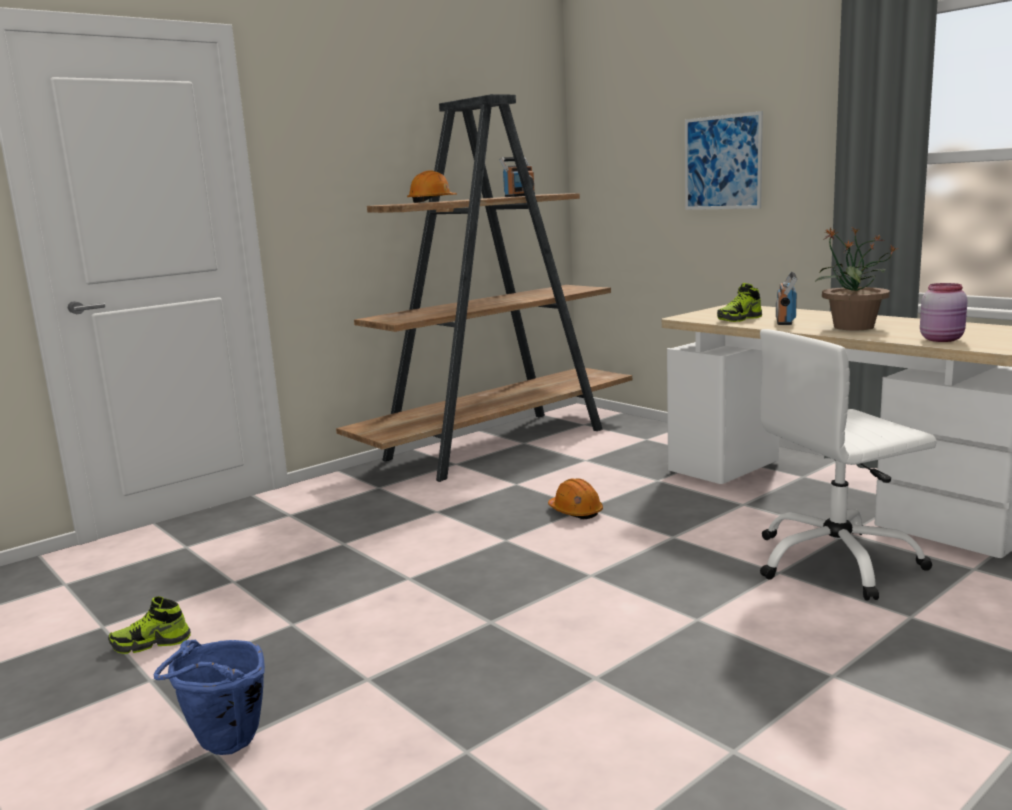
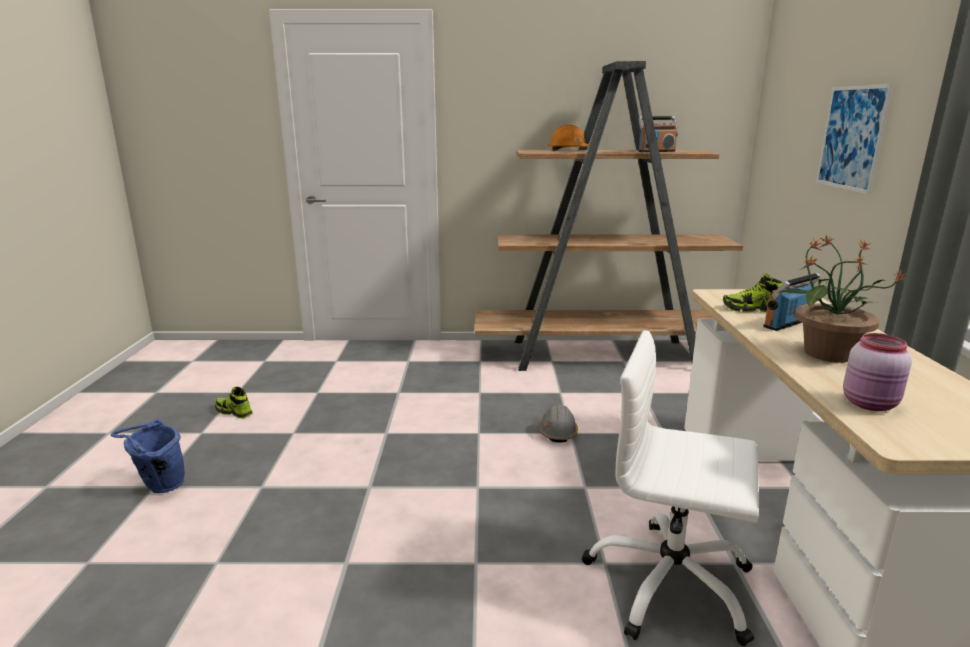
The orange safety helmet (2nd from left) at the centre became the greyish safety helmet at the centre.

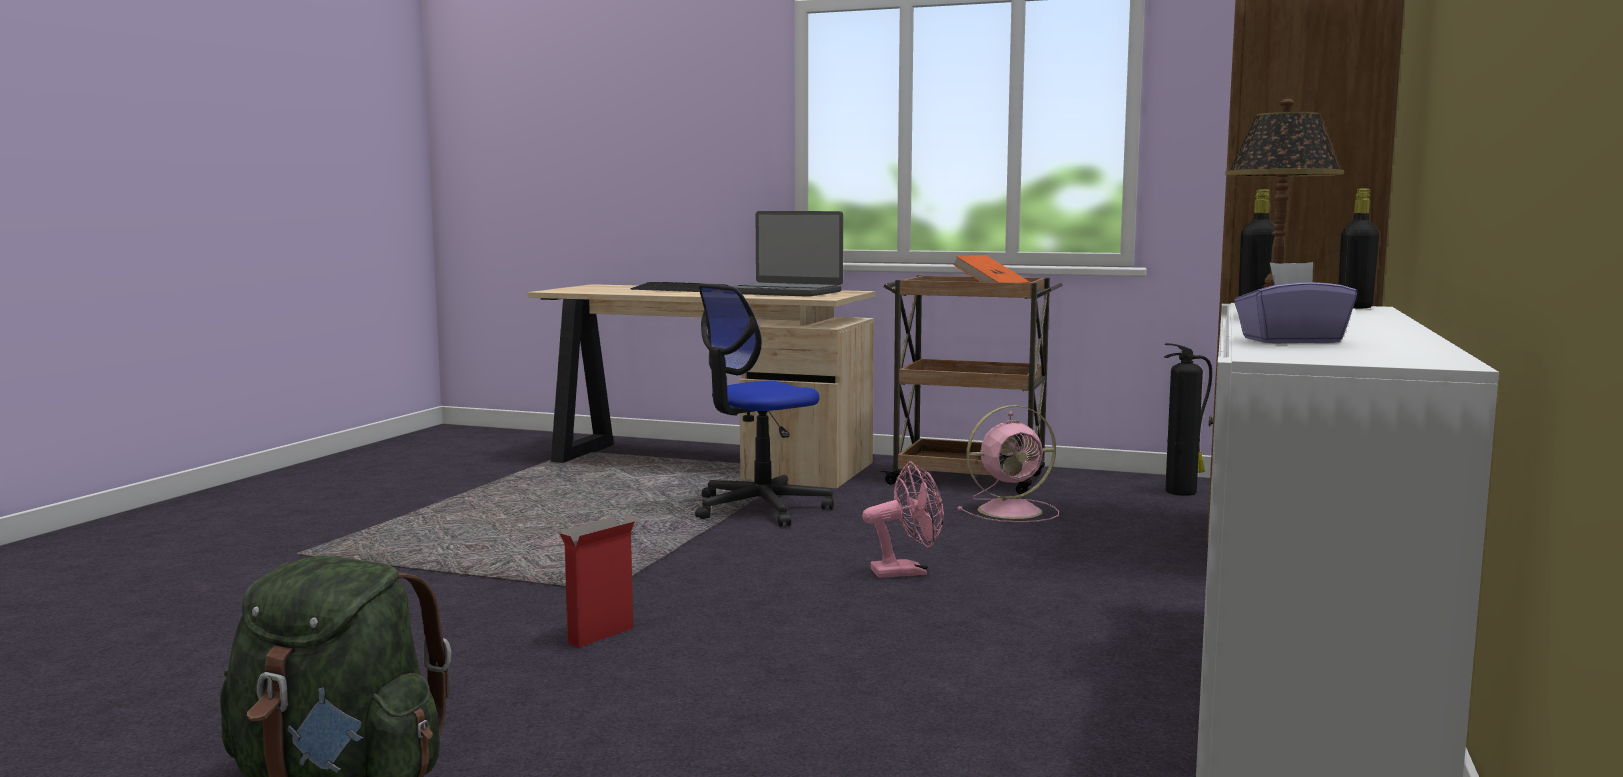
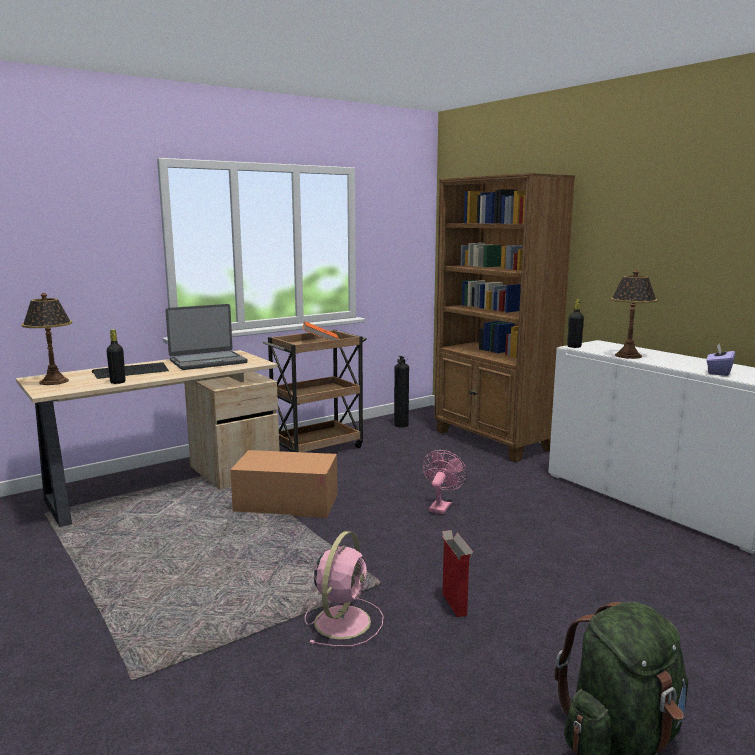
The black beverage bottle (2nd from left in the first image) moved from the top right to the middle left.
The computer chair at the centre was replaced by the cardboard box (1st from left) at the centre.
The pink cooling fan (2nd from left in the first image) moved from the centre to the bottom centre.
The tabletop lamp (1st from left) at the middle left appeared.

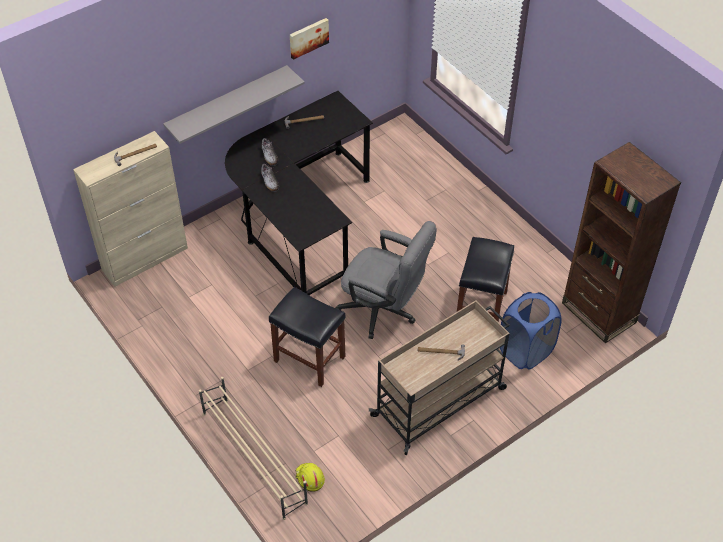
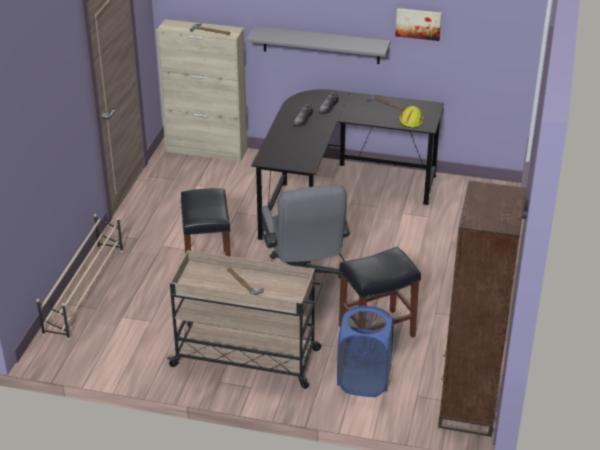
The yellow-coloured safety helmet moved from the bottom centre to the top right.

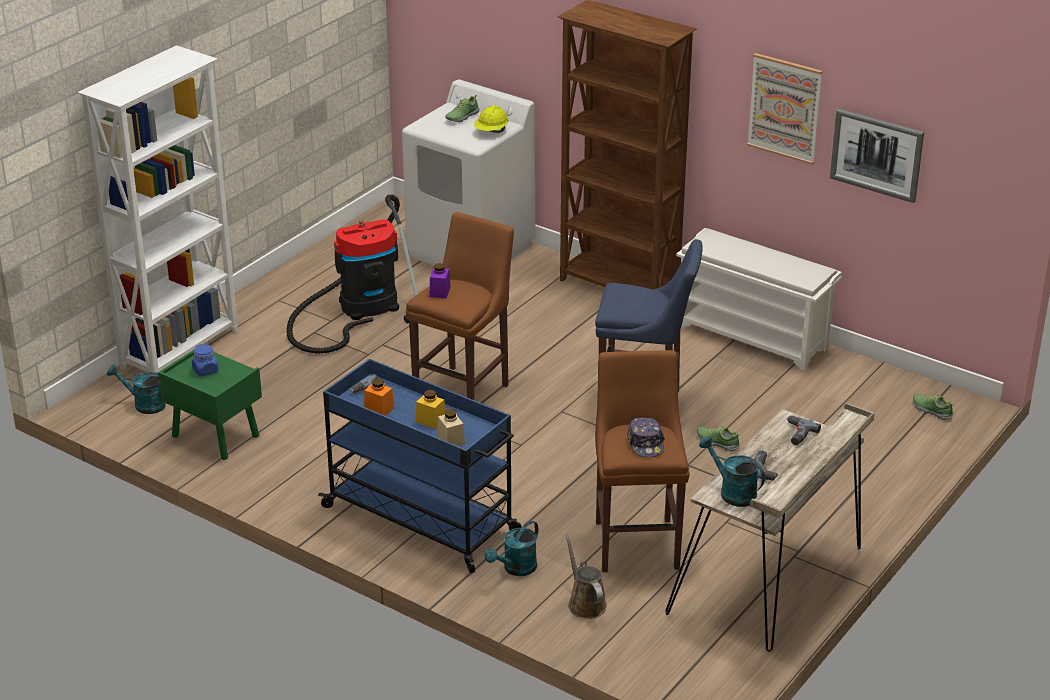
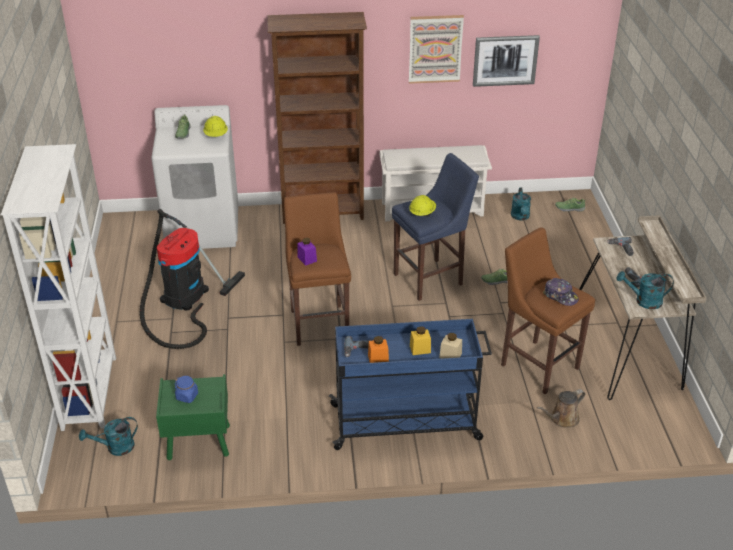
The turquoise watering pot (2nd from left) moved from the bottom centre to the middle right.
The brown-coloured watering pot at the bottom centre turned 60 degrees counterclockwise.
The yellow-coloured safety helmet (2nd from left) at the centre appeared.

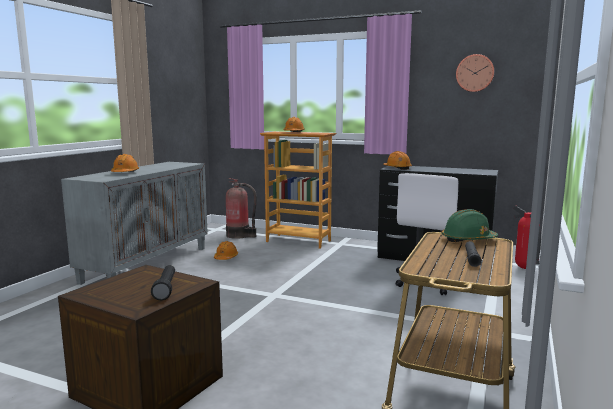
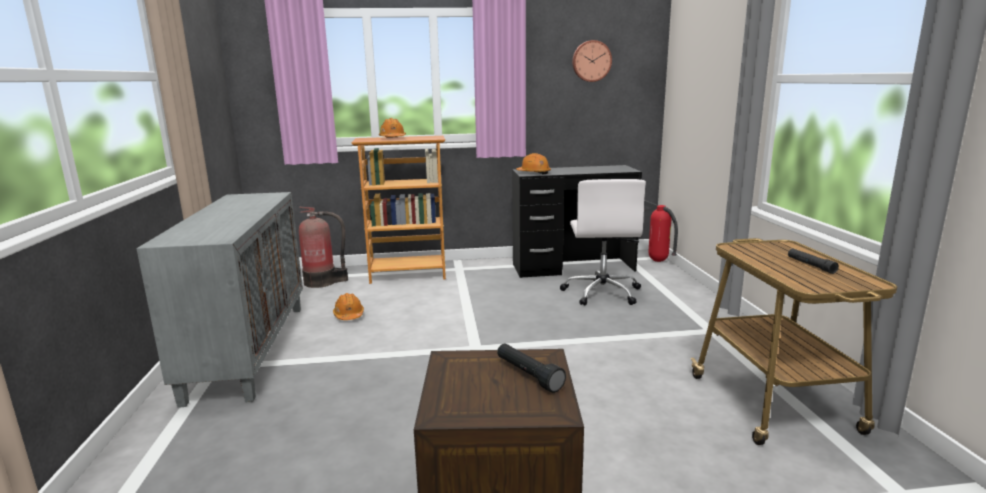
The orange safety helmet (1st from left) at the middle left disappeared.
The green safety helmet at the middle right disappeared.

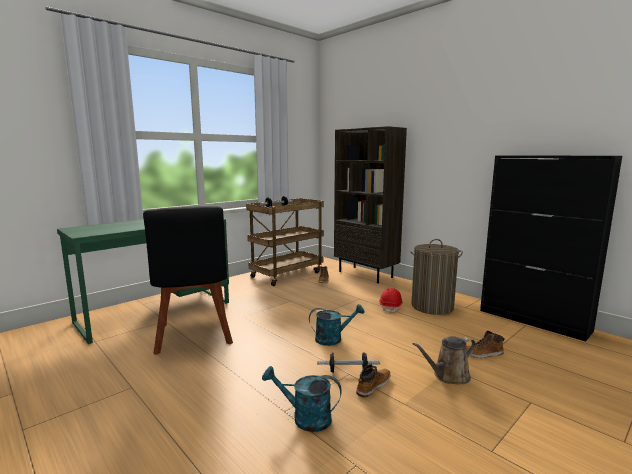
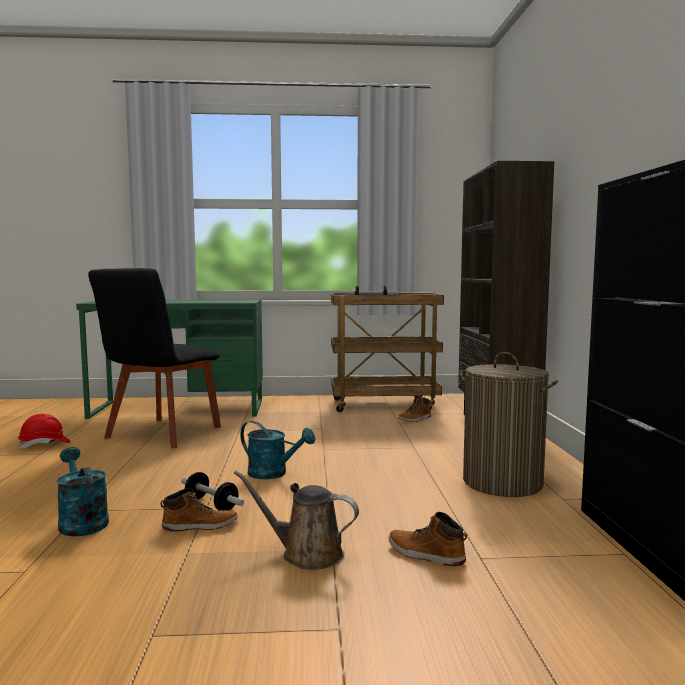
The reddish safety helmet moved from the centre to the middle left.

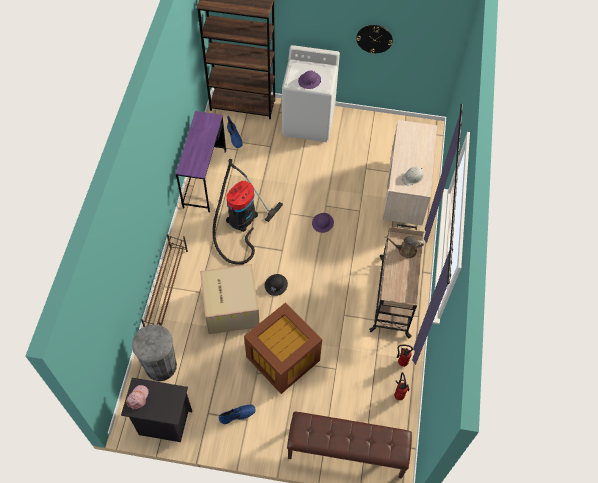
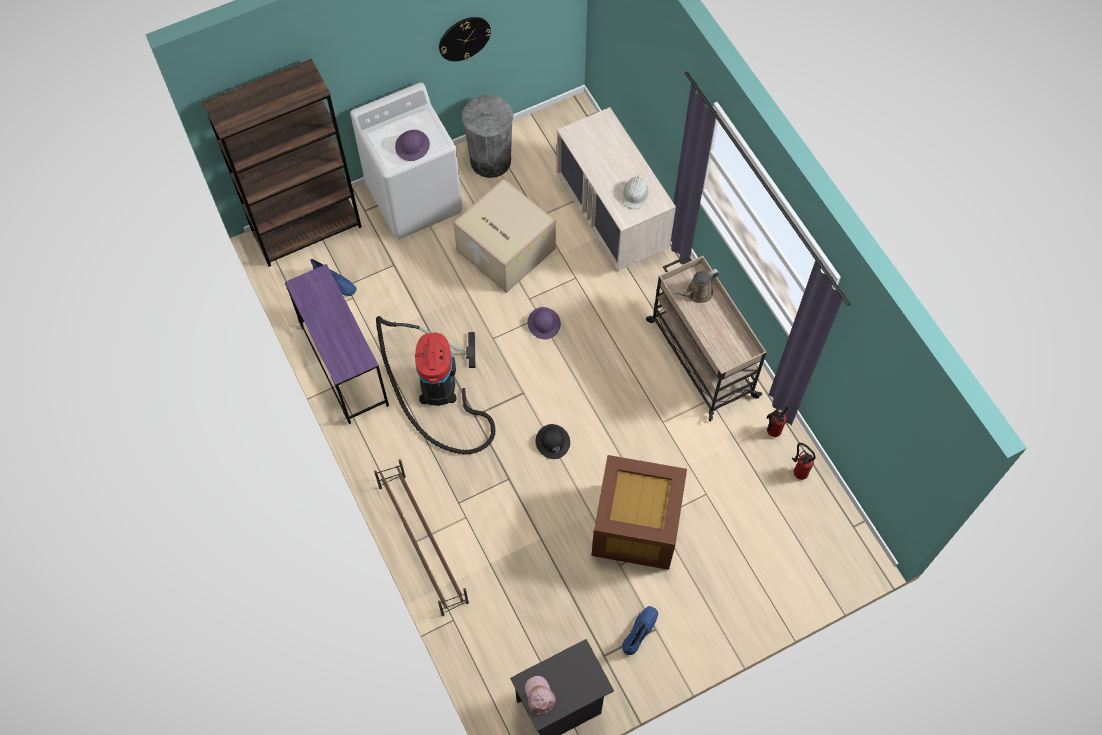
The cardboard box moved from the centre to the top centre.
The greyish rubbish bin moved from the bottom left to the top centre.
The brown-coloured bench at the bottom centre disappeared.

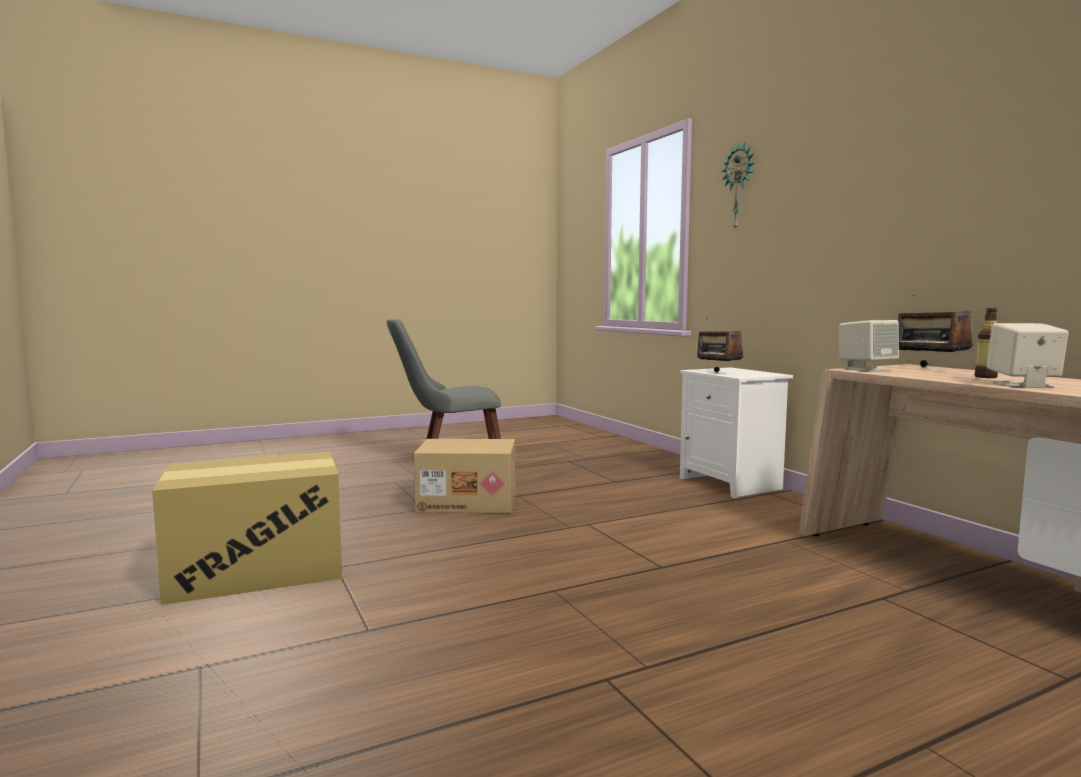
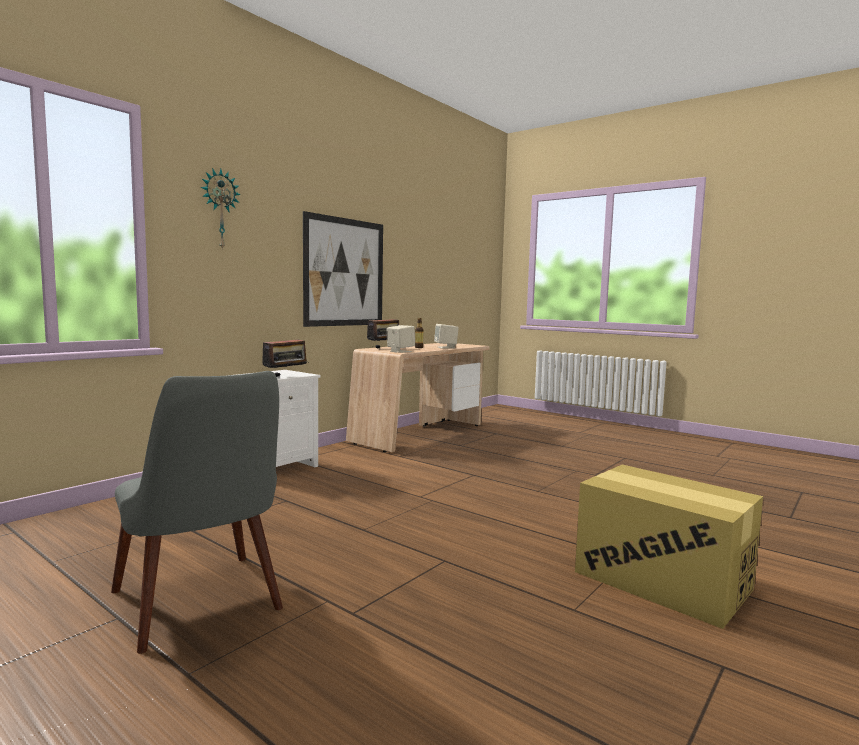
The cardboard box (2nd from left) at the centre disappeared.
The picture at the centre appeared.

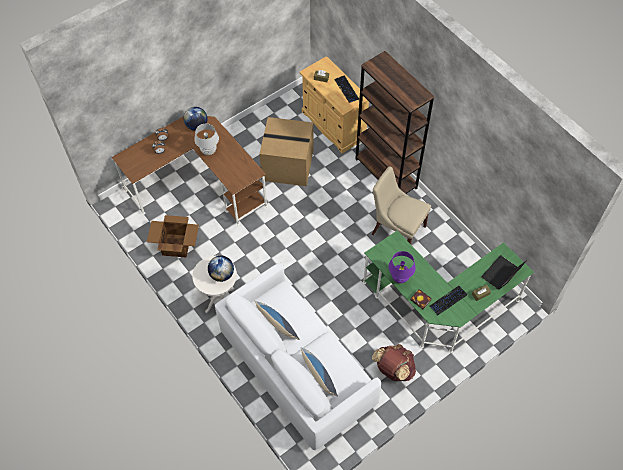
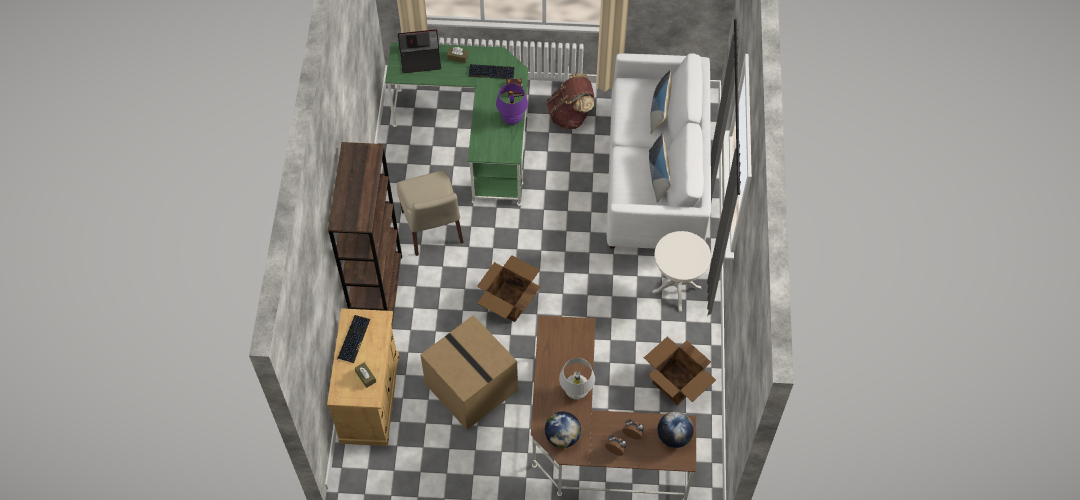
The world globe (2nd from left) moved from the centre to the bottom centre.
The cardboard box (2nd from left) at the centre appeared.

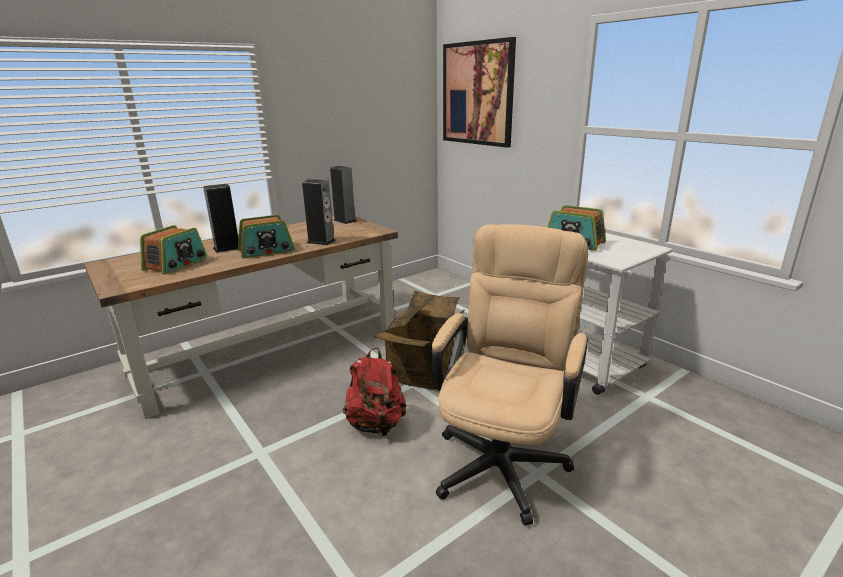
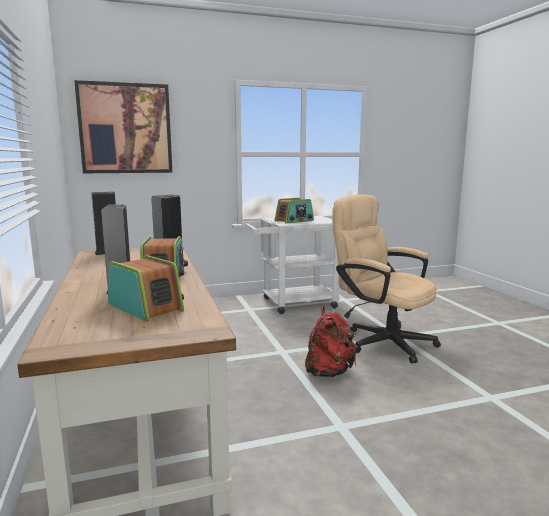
The cardboard box at the centre disappeared.

